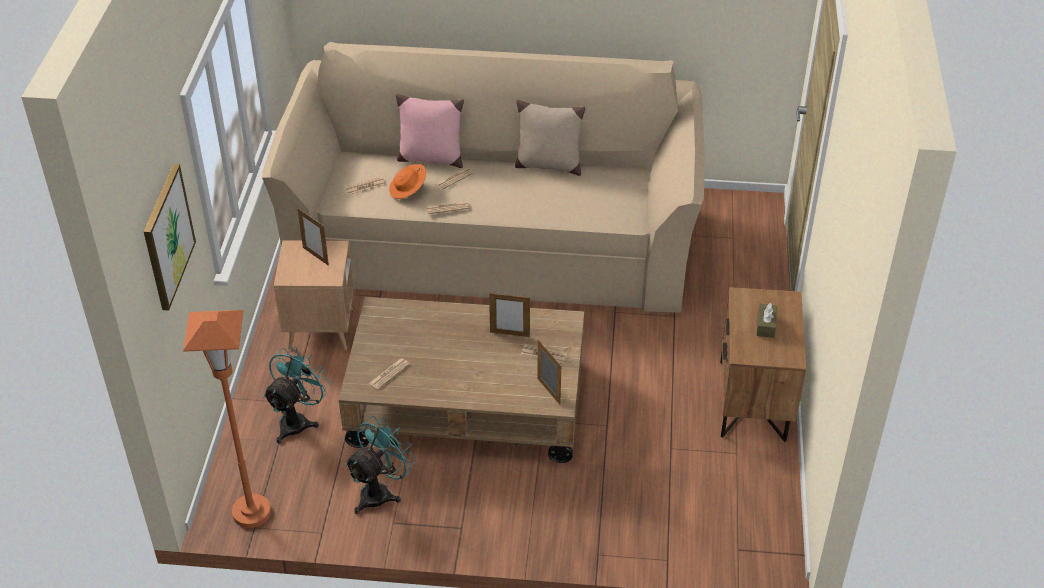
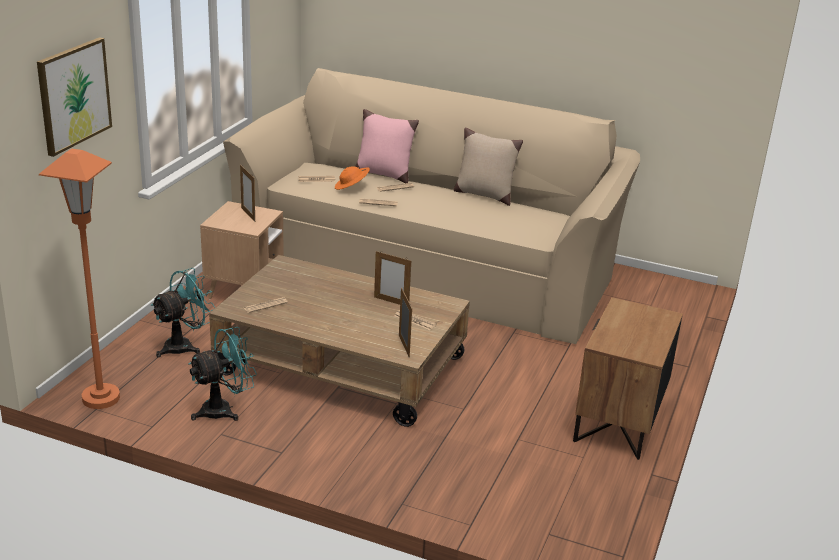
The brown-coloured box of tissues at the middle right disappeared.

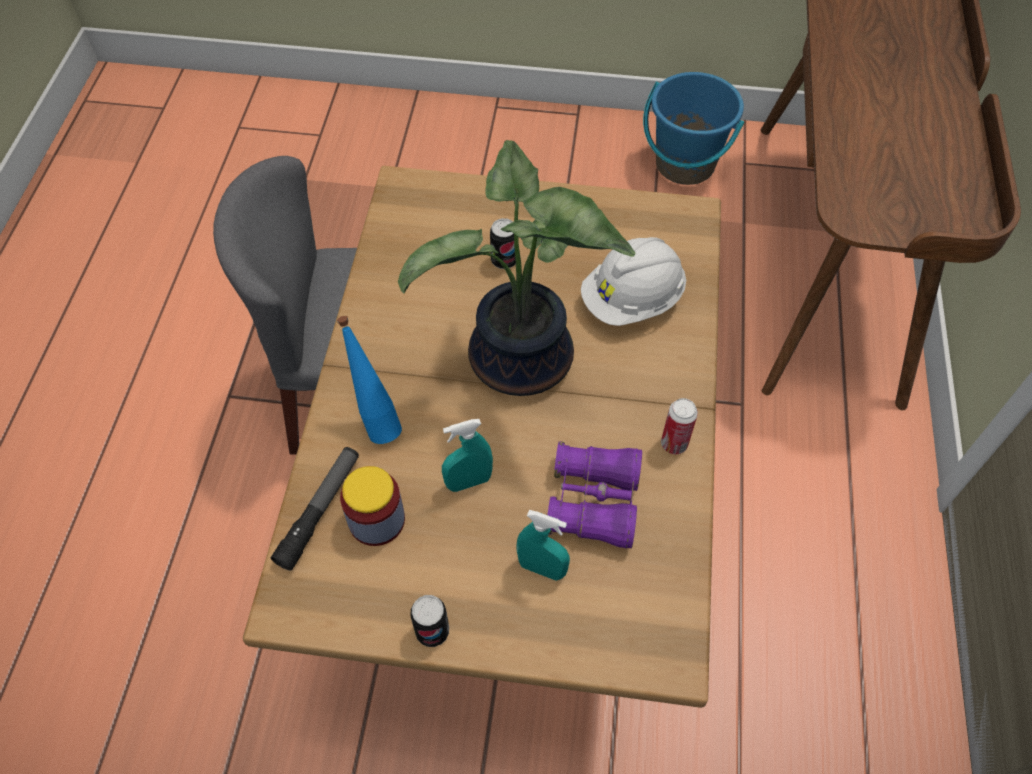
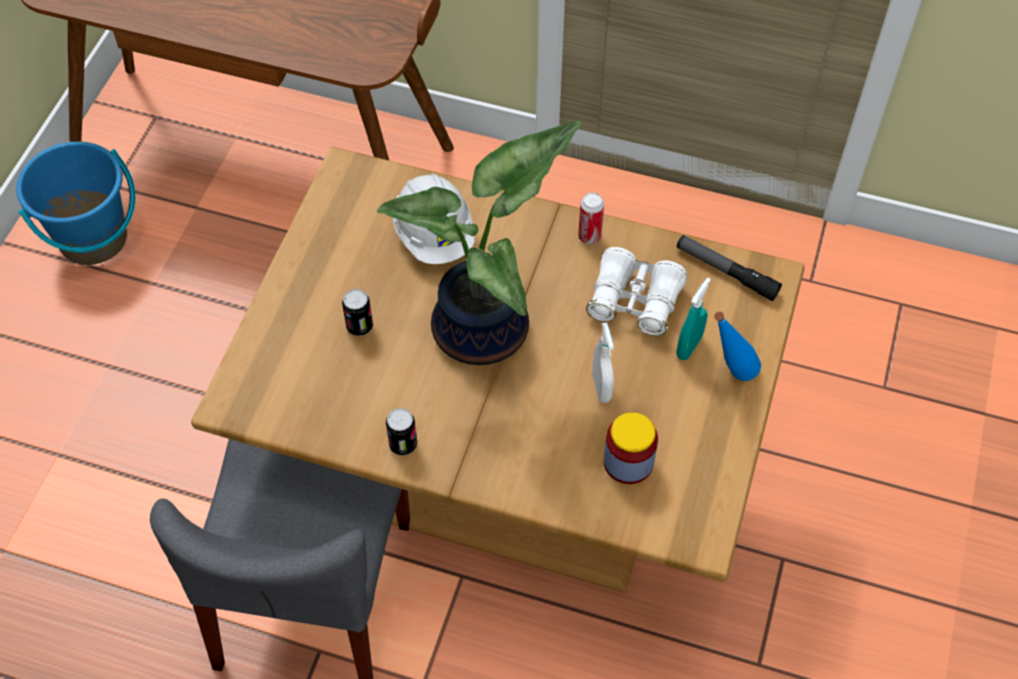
The bluish beverage bottle moved from the centre to the middle right.
The turquoise spray bottle (1st from left) at the centre became the white-coloured spray bottle at the centre.
The purple binoculars at the centre became the white-coloured binoculars at the centre.
The torch moved from the middle left to the middle right.
The sealed can (1st from left in the first image) moved from the bottom centre to the centre.

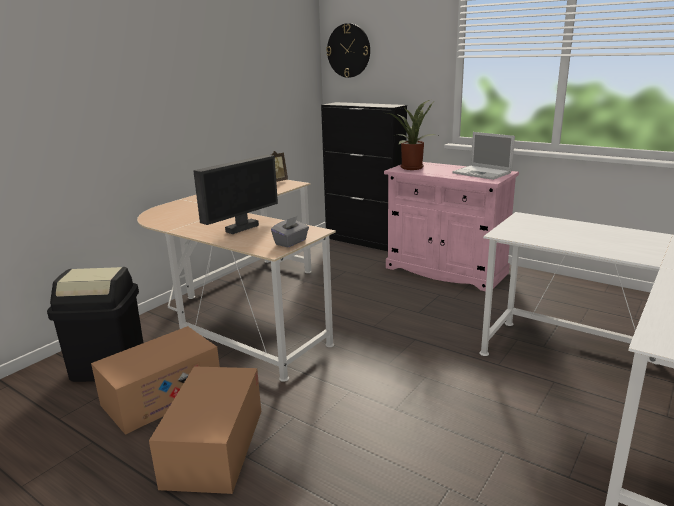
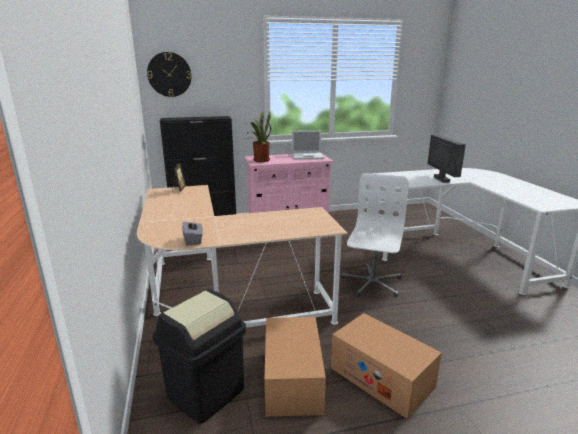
The computer display moved from the centre to the middle right.
The greyish box of tissues moved from the centre to the middle left.
The white-coloured computer chair at the centre appeared.

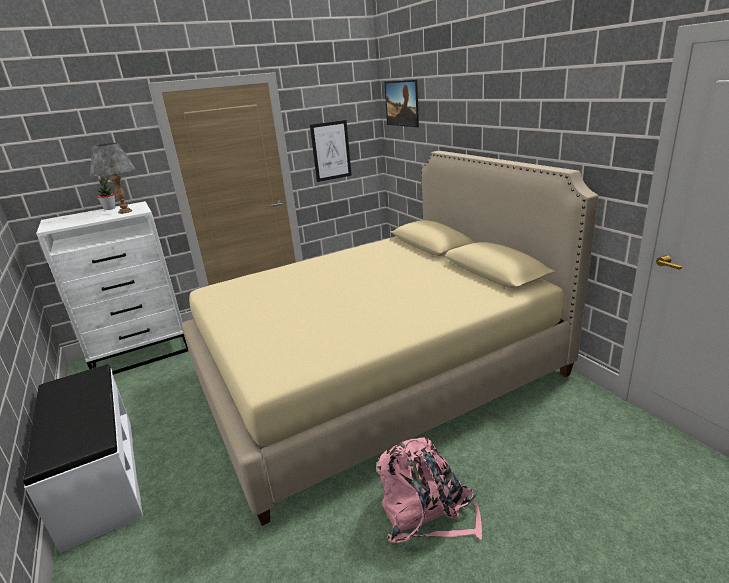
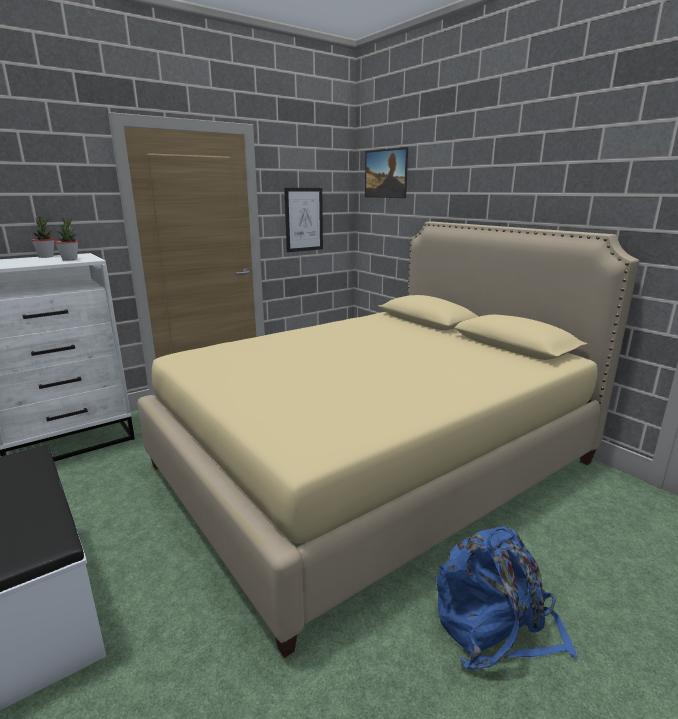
The greyish tabletop lamp at the top left was replaced by the potted plant (2nd from left) at the top left.
The pink backpack at the bottom centre became the bluish backpack at the bottom right.

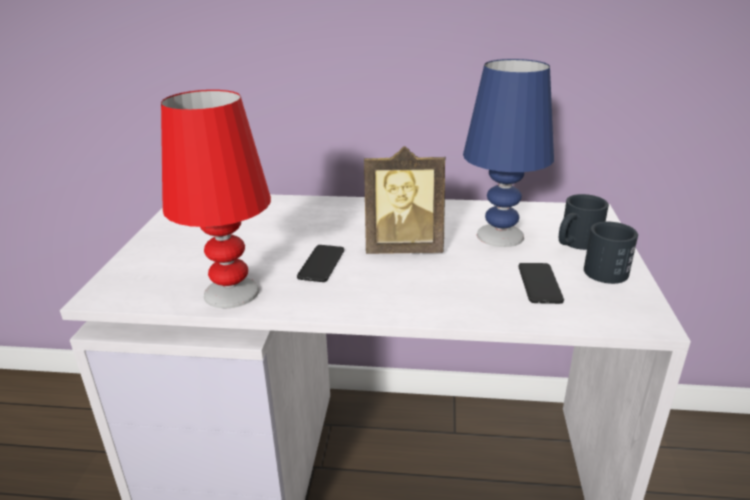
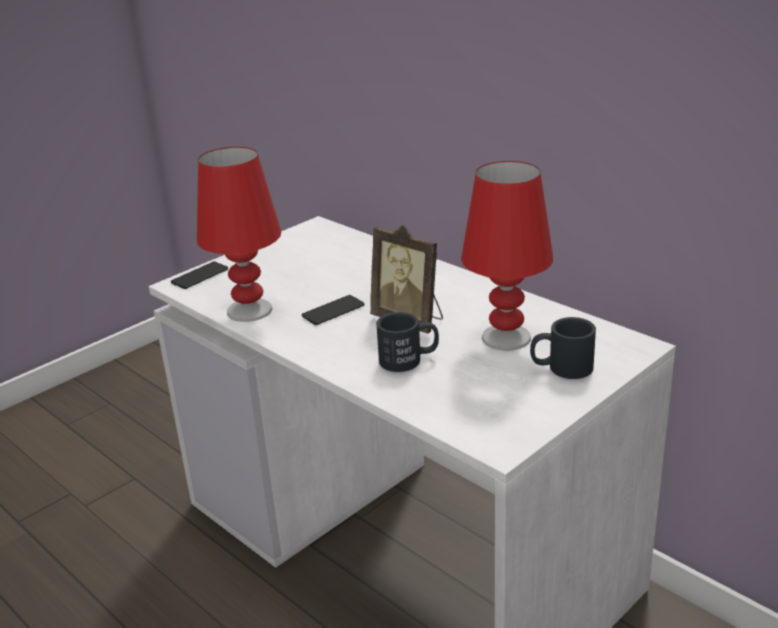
The bluish tabletop lamp at the top right became the reddish tabletop lamp (2nd from left) at the centre.
The black mug (2nd from left in the first image) moved from the middle right to the centre.
The telephone (2nd from left in the first image) moved from the middle right to the middle left.

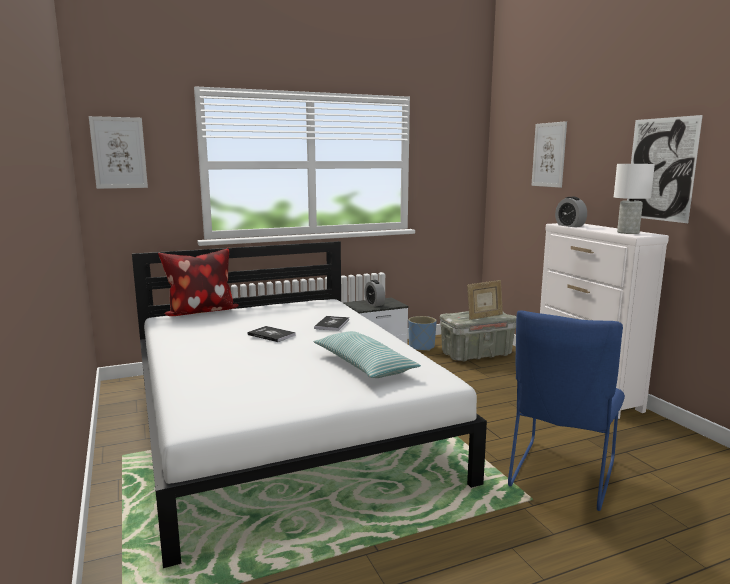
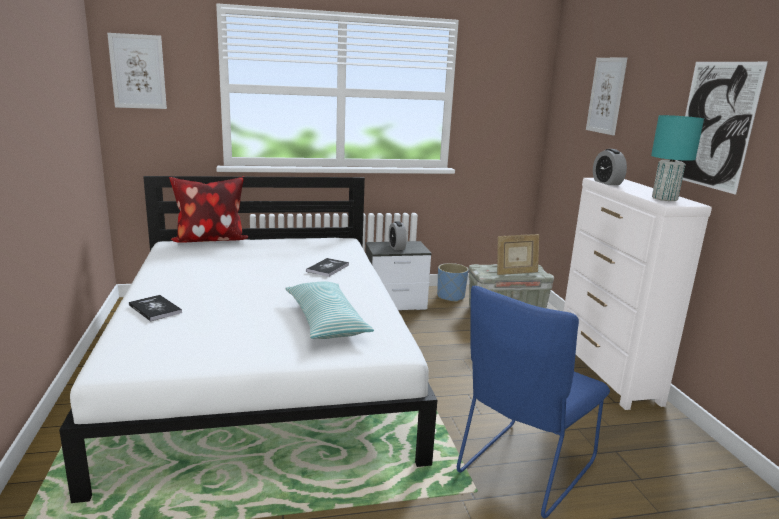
The white-coloured tabletop lamp at the middle right became the turquoise tabletop lamp at the top right.
The volume (1st from left) moved from the centre to the middle left.

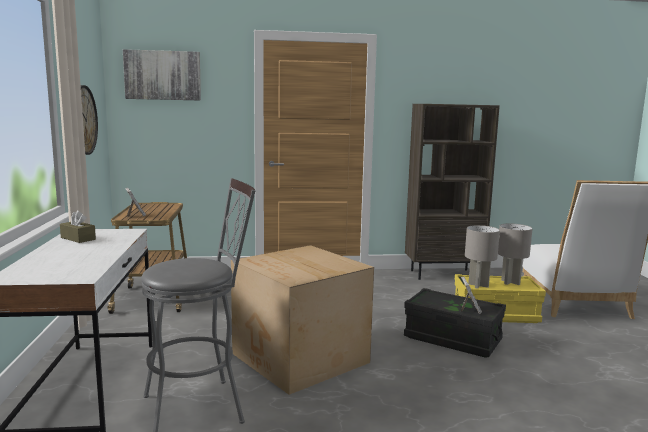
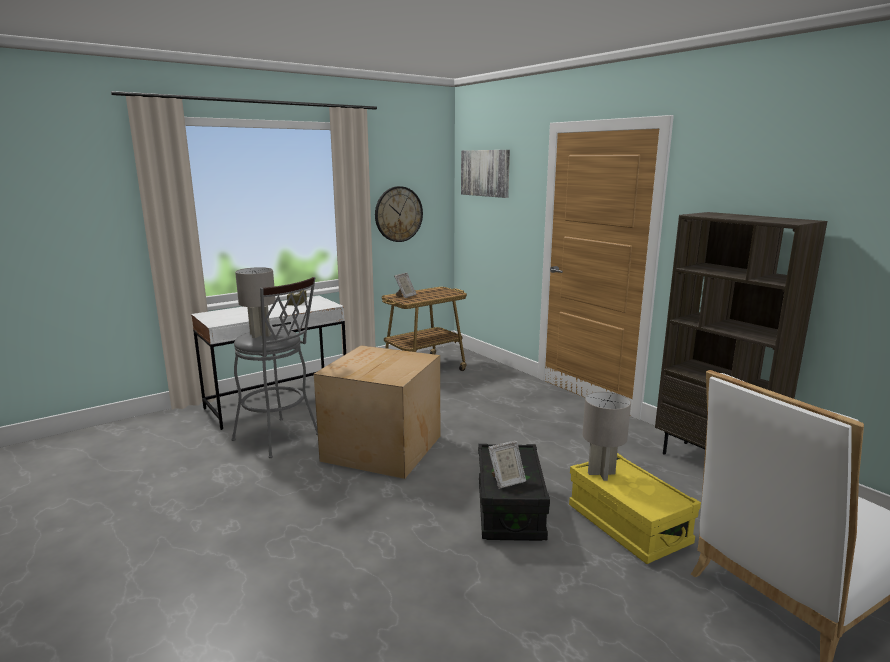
The greyish tabletop lamp (2nd from left in the first image) moved from the middle right to the middle left.

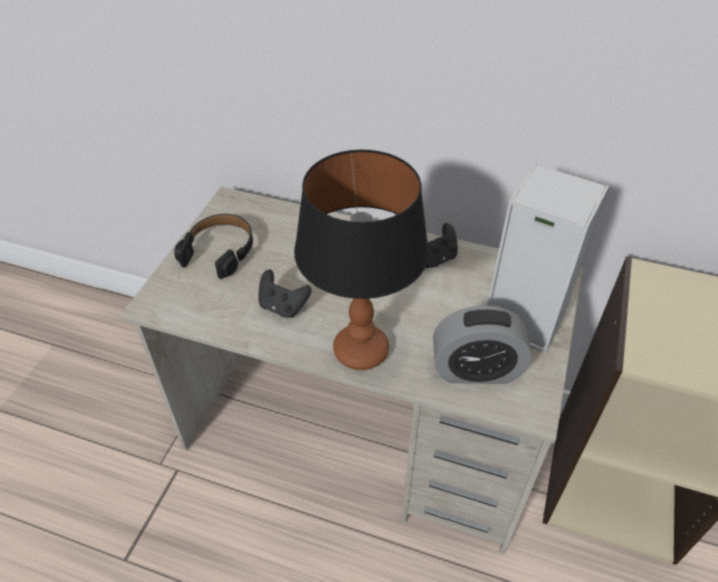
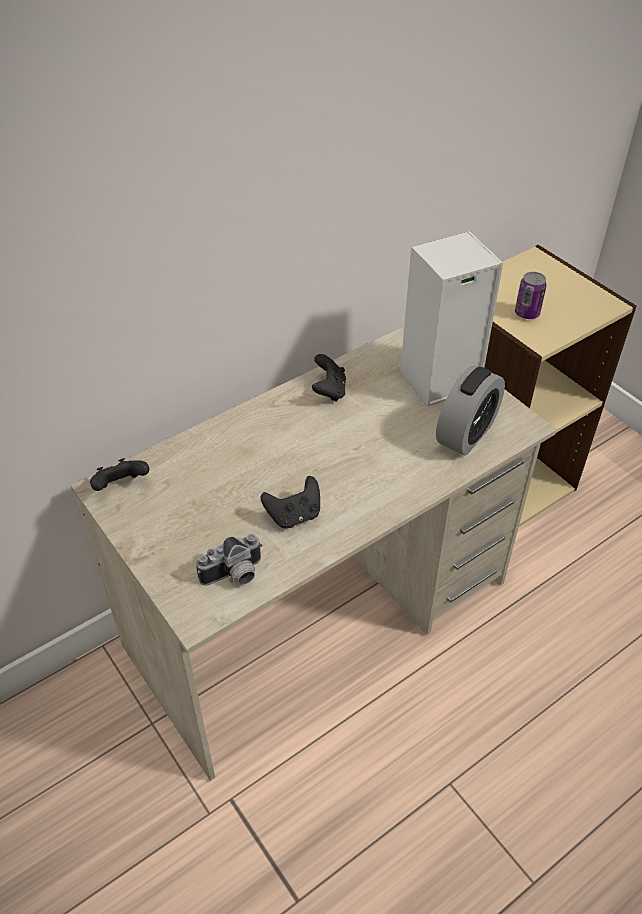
The tabletop lamp at the centre disappeared.
The black headset at the middle left disappeared.
The sealed can at the top right appeared.
The black gamepad (1st from left) at the middle left appeared.
The still camera at the centre appeared.

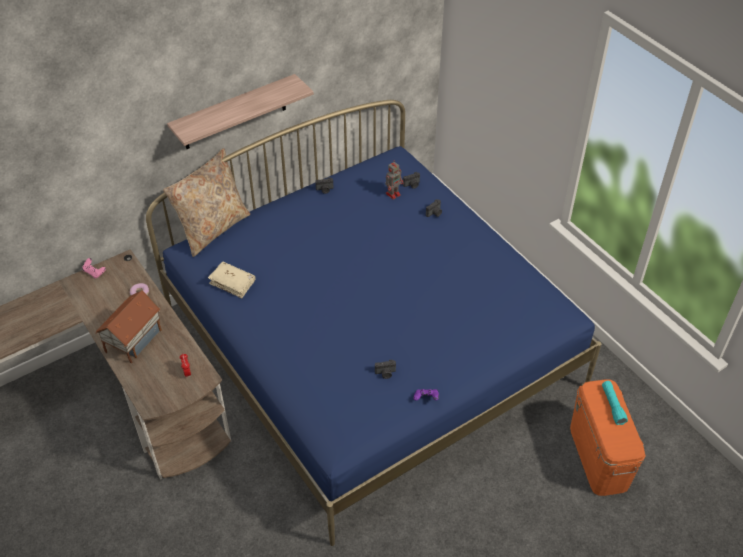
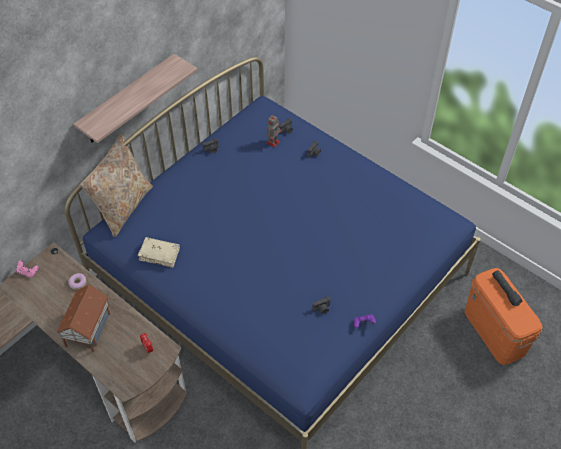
The turquoise torch at the bottom right became the black torch at the middle right.

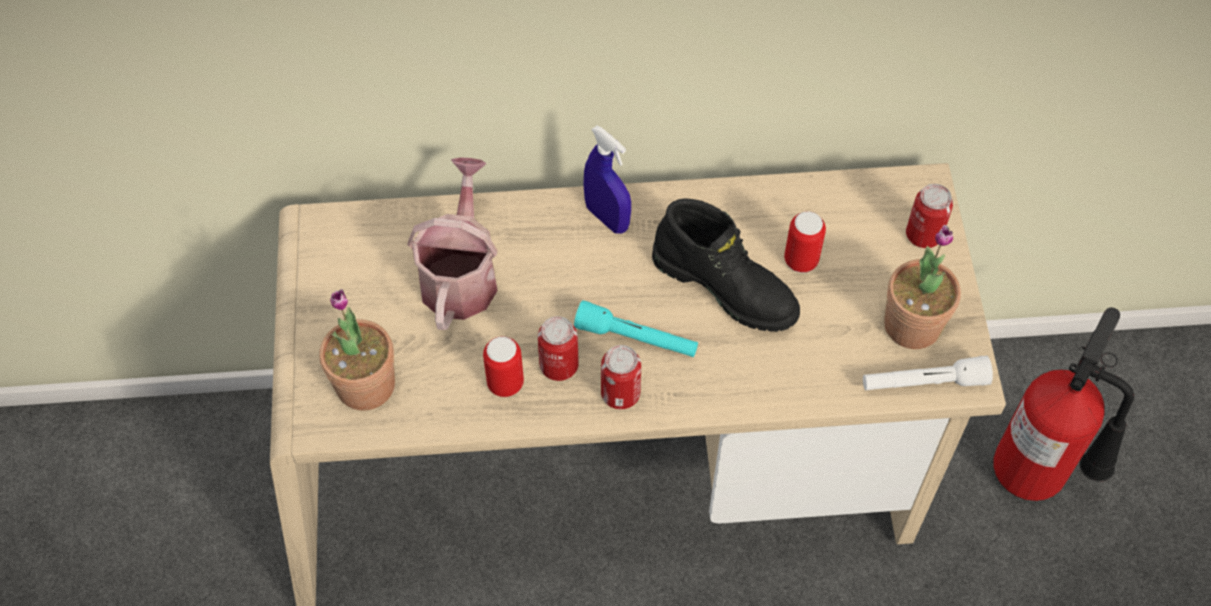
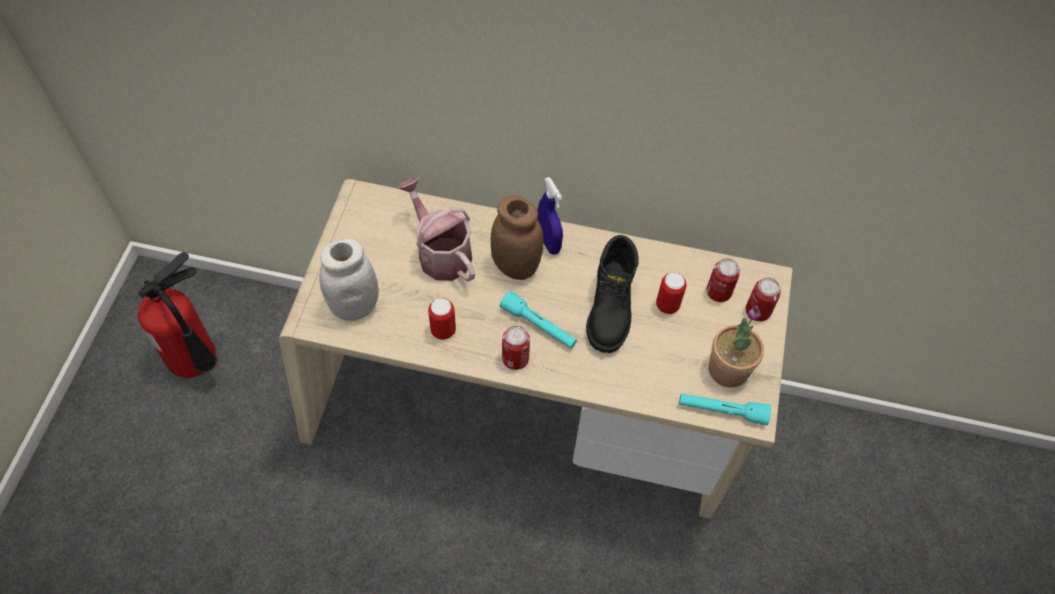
The watering pot at the centre turned 60 degrees counterclockwise.
The black tall boot at the centre turned 45 degrees clockwise.
The potted plant (1st from left) at the middle left was replaced by the white-coloured storage jar at the middle left.
The extinguisher moved from the bottom right to the middle left.
The sealed can (2nd from left in the first image) moved from the centre to the middle right.
The white-coloured torch at the middle right became the turquoise torch (2nd from left) at the bottom right.
The brown-coloured storage jar at the centre appeared.

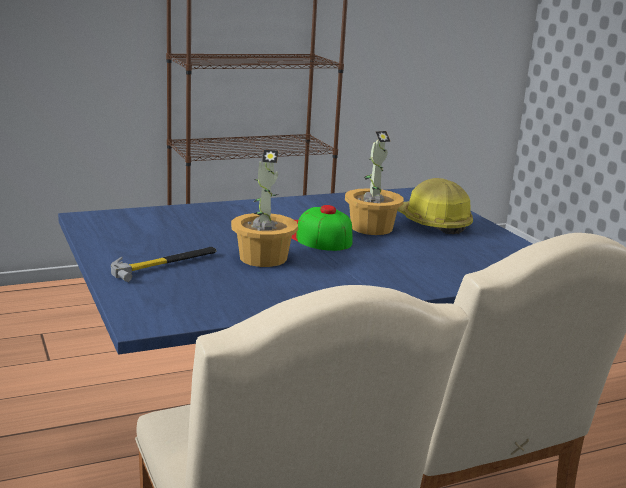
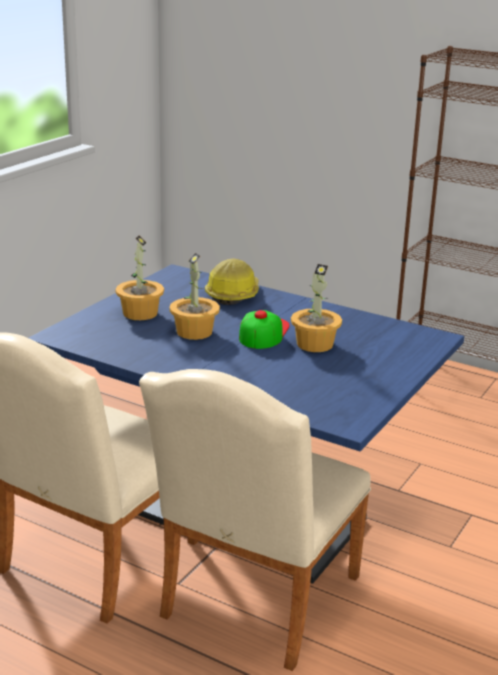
The safety helmet moved from the middle right to the centre.
The tool hammer at the middle left was replaced by the potted plant (1st from left) at the middle left.

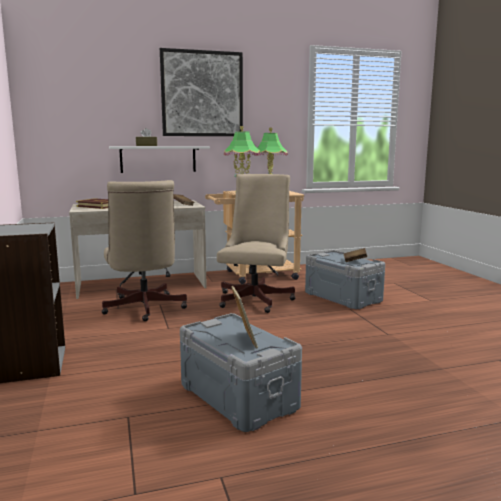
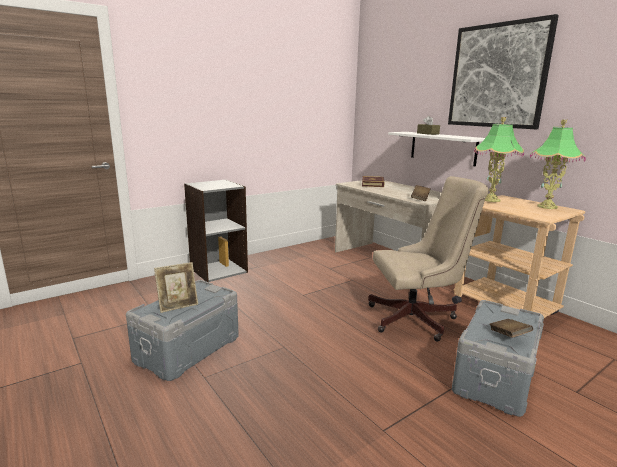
The sand-coloured computer chair (1st from left) at the middle left disappeared.

